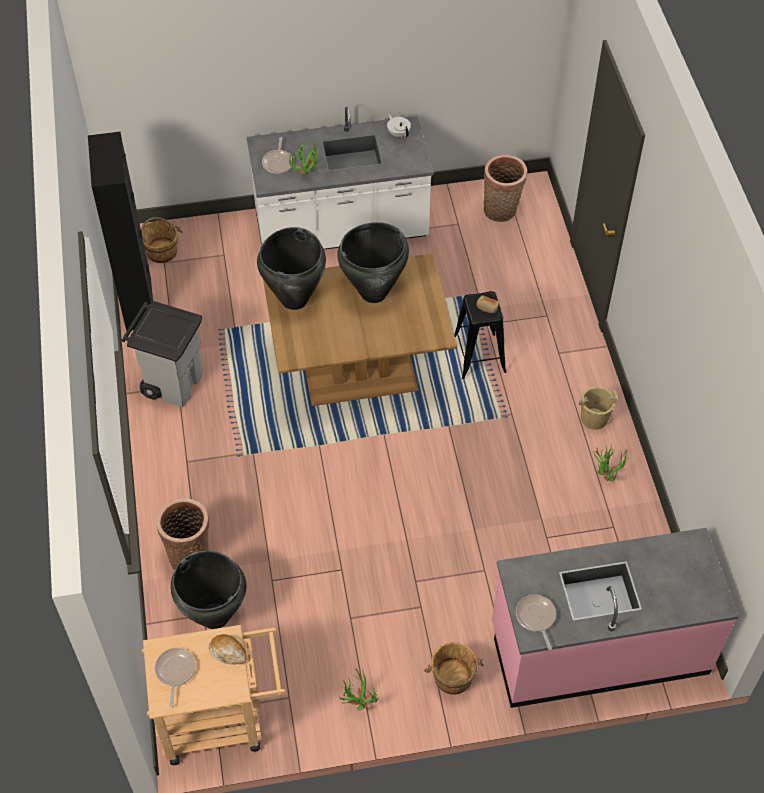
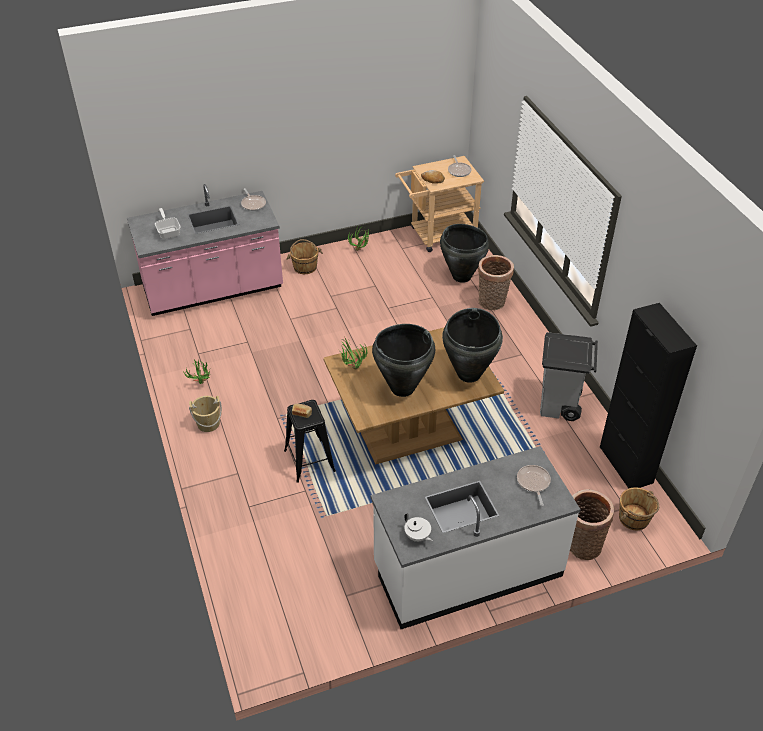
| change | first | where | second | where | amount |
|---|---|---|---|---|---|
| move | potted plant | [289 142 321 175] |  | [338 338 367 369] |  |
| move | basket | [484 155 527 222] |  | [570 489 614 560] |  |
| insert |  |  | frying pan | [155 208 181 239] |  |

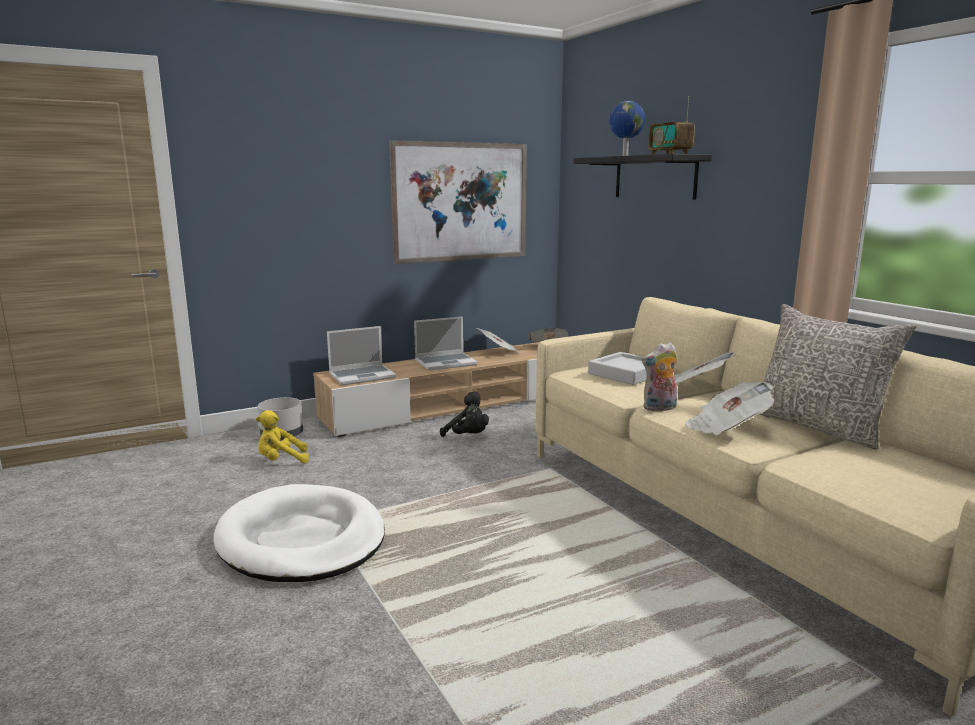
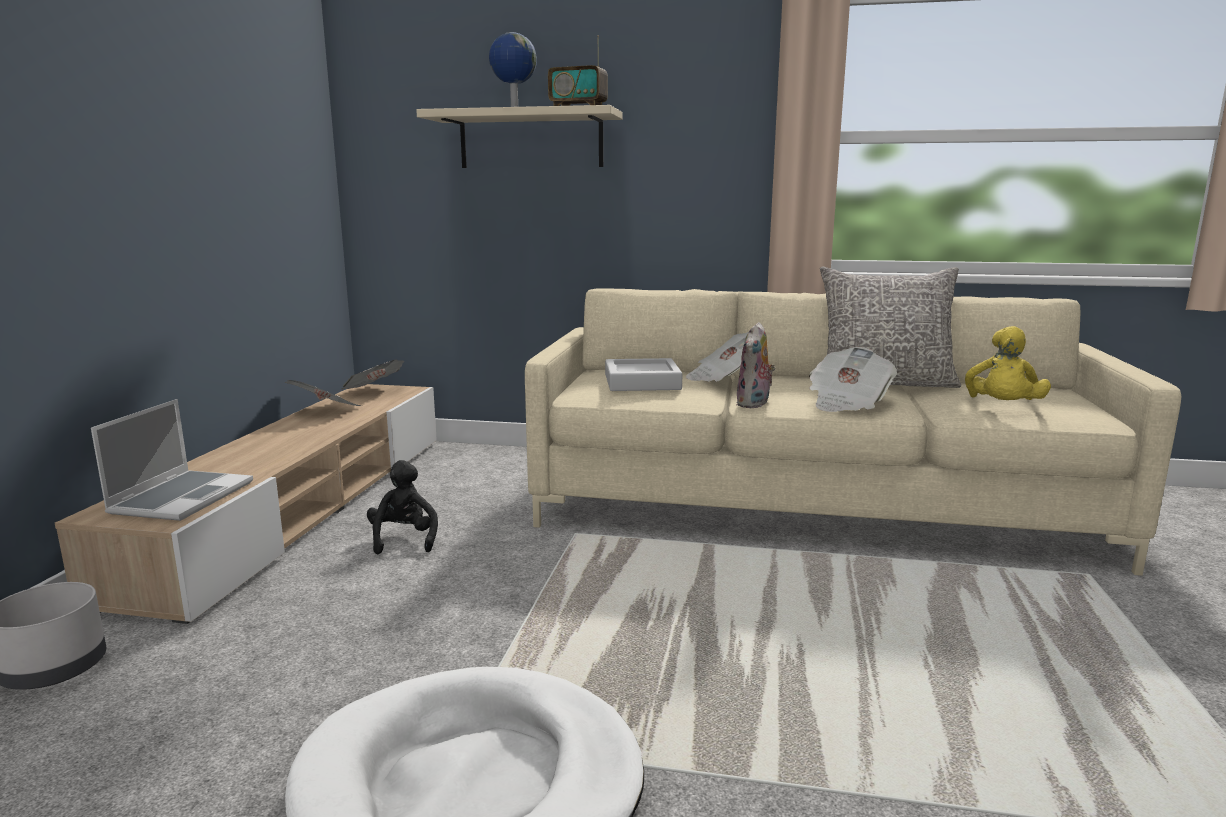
| change | first | where | second | where | amount |
|---|---|---|---|---|---|
| delete | picture | [389 140 527 264] |  |  |  |
| recolor | black shelf | [574 154 712 200] | beige shelf | [416 105 623 168] |  |
| delete | laptop | [414 316 478 371] |  |  |  |
| rotate | black plush toy | [440 392 489 437] |  | [367 460 438 554] | 90 degrees counterclockwise |
| move | yellow plush toy | [256 410 309 464] |  | [965 326 1051 400] |  |

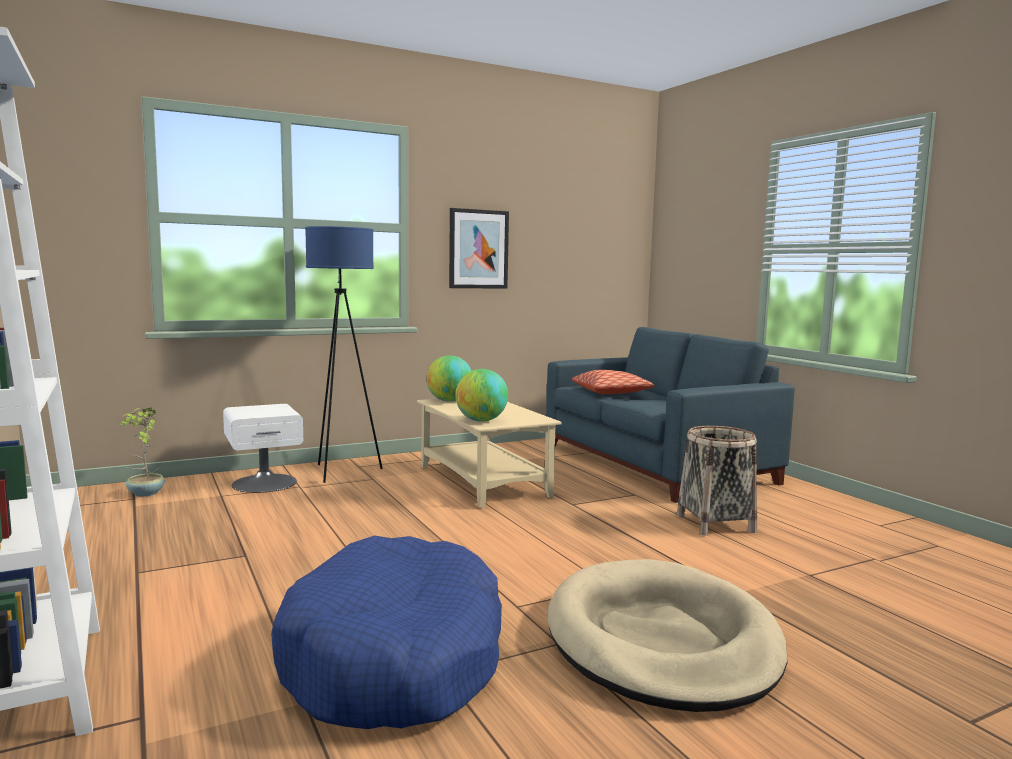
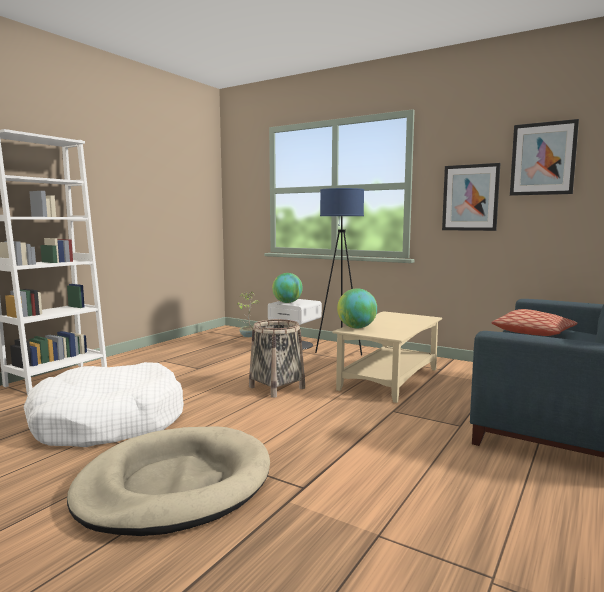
| change | first | where | second | where | amount |
|---|---|---|---|---|---|
| move | globe | [426 355 471 402] |  | [272 273 303 303] |  |
| move | basket | [677 426 757 536] |  | [249 319 305 398] |  |
| recolor | blue dog bed | [271 536 502 729] | white dog bed | [23 362 184 447] |  |
| insert |  |  | picture | [510 119 579 196] |  |

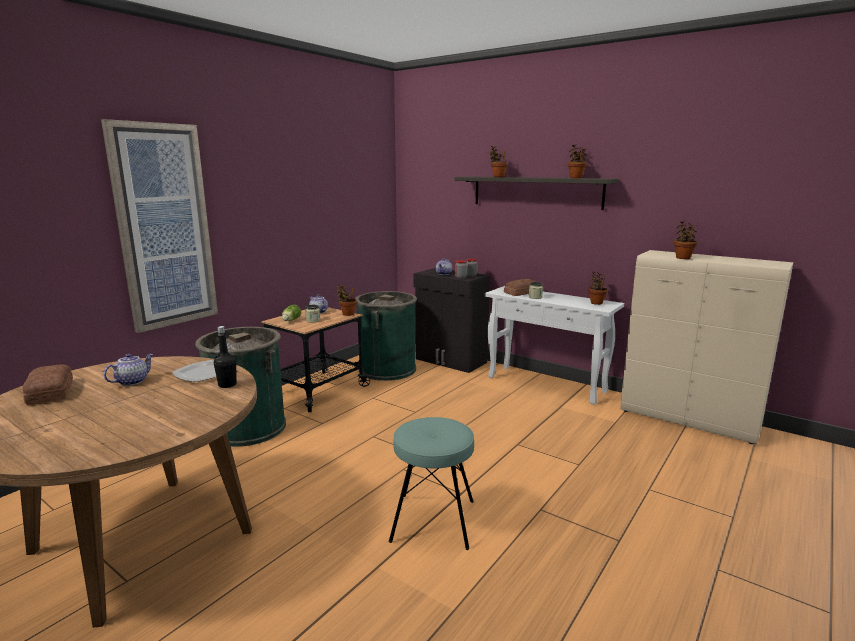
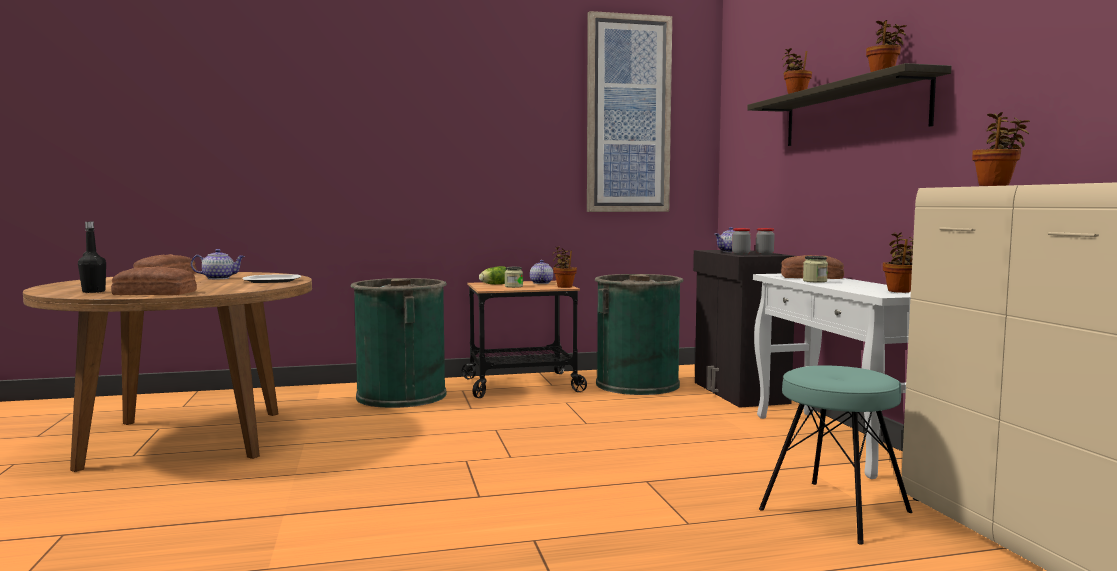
| change | first | where | second | where | amount |
|---|---|---|---|---|---|
| move | picture | [101 119 218 333] |  | [587 11 672 212] |  |
| move | black bottle | [214 326 237 388] |  | [78 222 106 293] |  |
| move | turquoise stool | [389 417 474 550] |  | [759 366 913 545] |  |
| insert |  |  | bread | [111 266 197 295] |  |

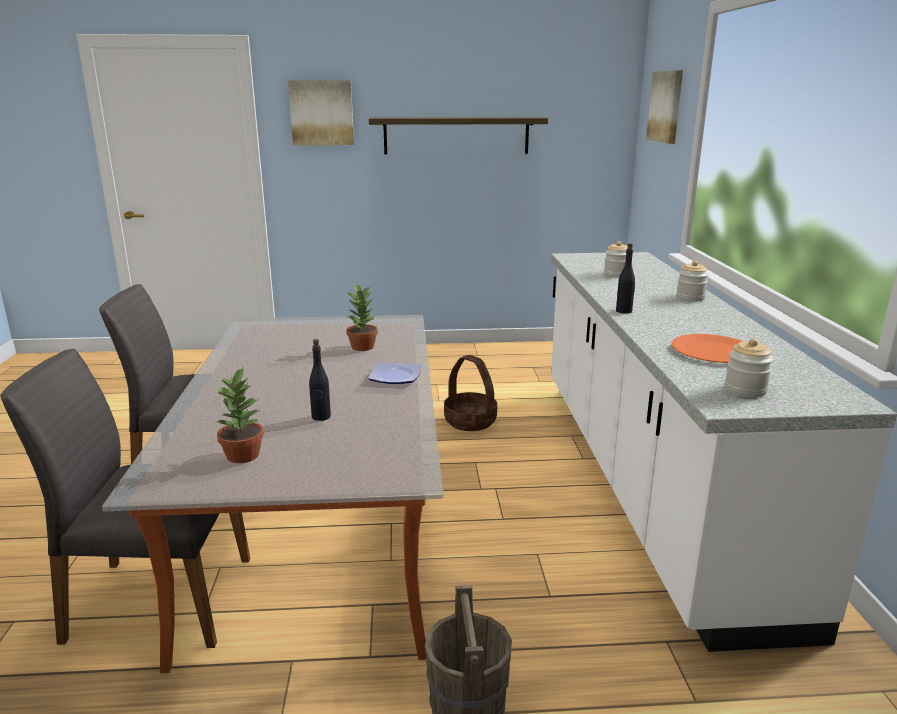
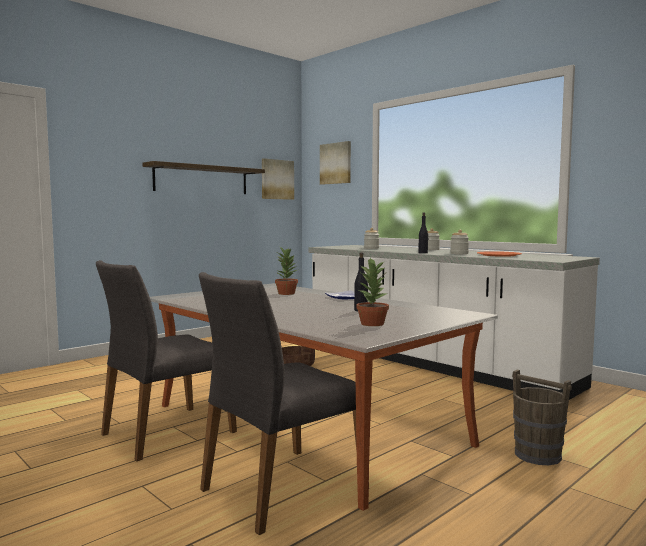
| change | first | where | second | where | amount |
|---|---|---|---|---|---|
| move | picture | [288 80 354 145] |  | [262 158 294 200] |  |
| move | jar | [725 338 773 398] |  | [450 230 469 254] |  |

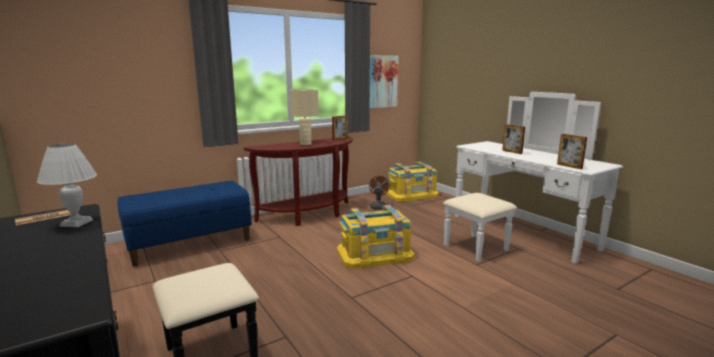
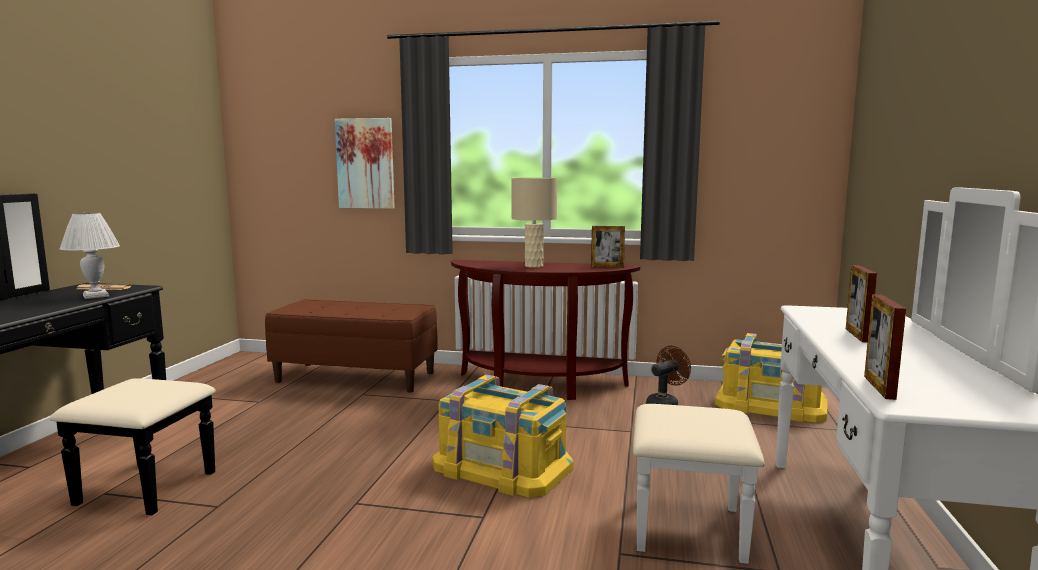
| change | first | where | second | where | amount |
|---|---|---|---|---|---|
| move | picture | [370 55 399 108] |  | [335 118 395 209] |  |
| recolor | blue bench | [118 181 252 266] | brown bench | [265 300 438 392] |  |

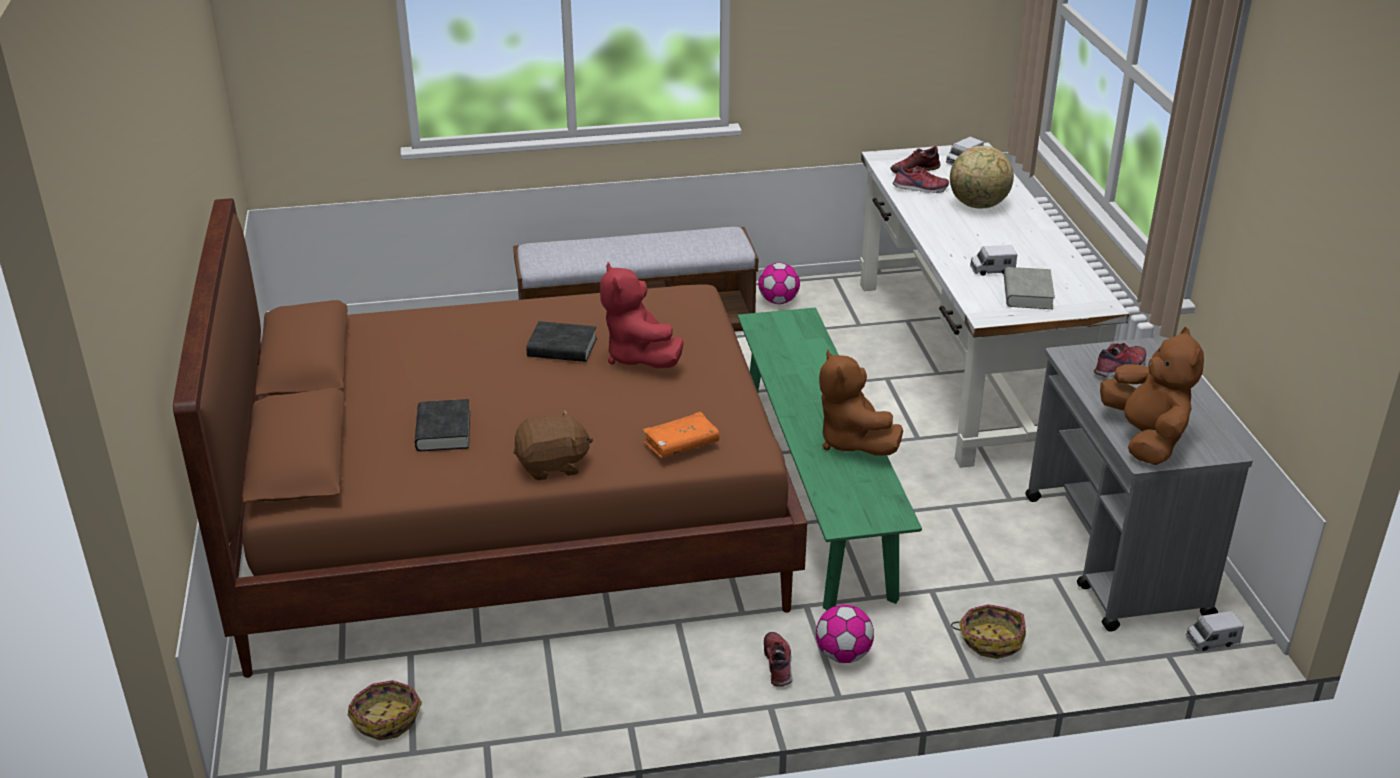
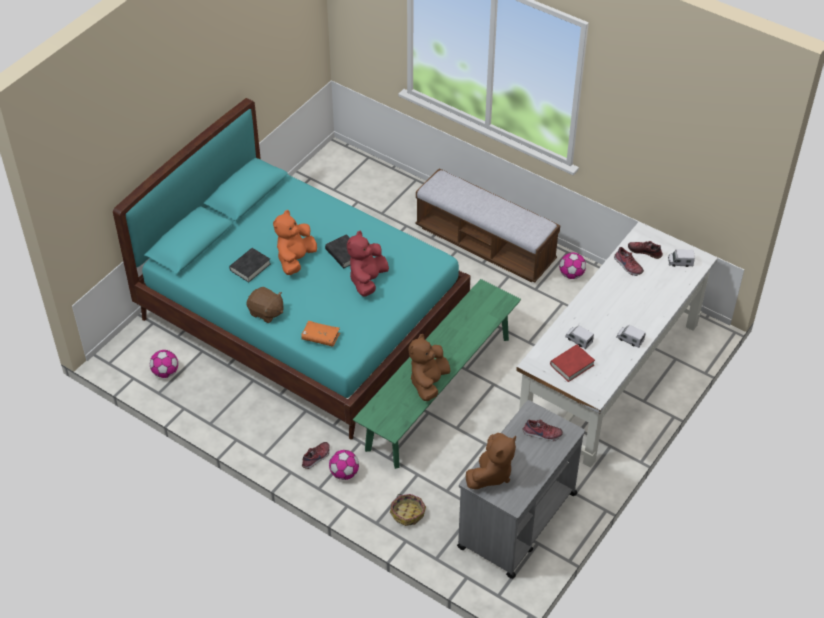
| change | first | where | second | where | amount |
|---|---|---|---|---|---|
| delete | globe | [950 146 1014 209] |  |  |  |
| recolor | brown bed | [173 198 807 678] | turquoise bed | [113 98 471 440] |  |
| recolor | grey book | [1004 267 1055 309] | red book | [550 344 595 382] |  |
| move | toy truck | [1186 611 1244 651] |  | [616 325 646 348] |  |
| replace | basket | [348 680 422 740] | football | [150 350 178 378] |  |
| insert |  |  | orange plush toy | [273 210 317 275] |  |

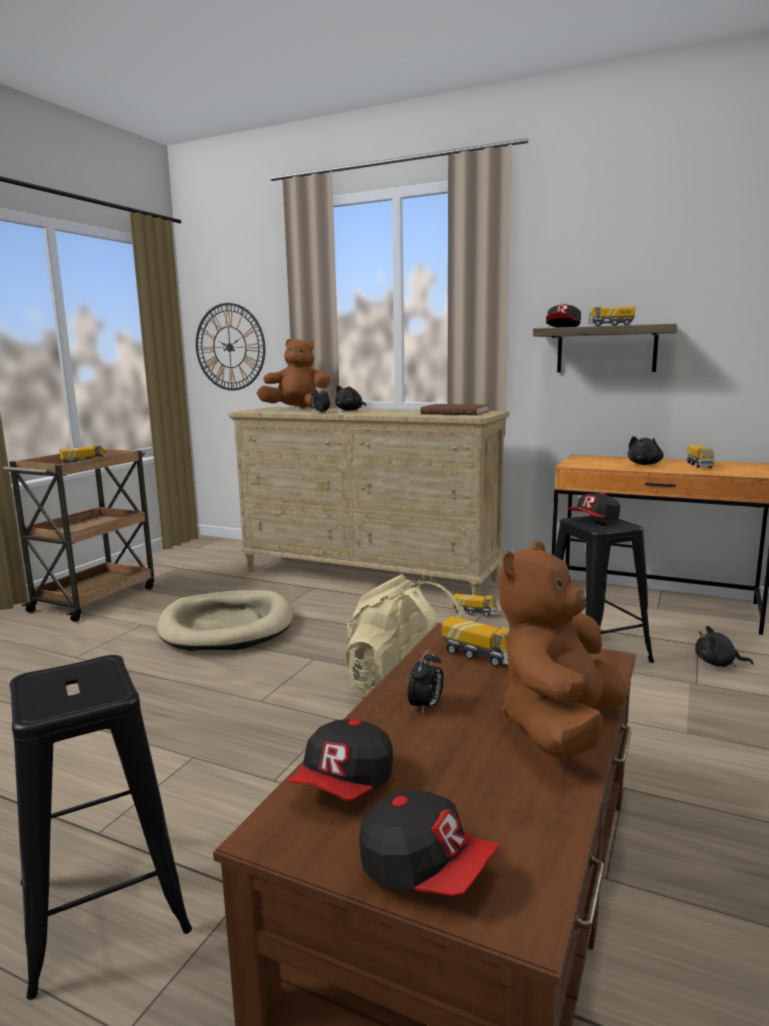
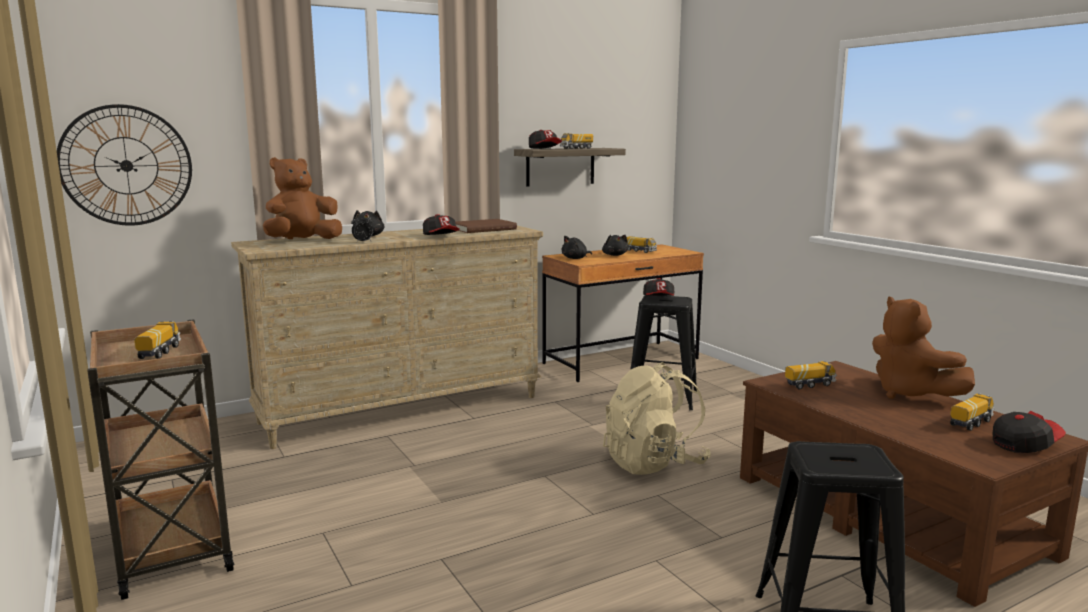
| change | first | where | second | where | amount |
|---|---|---|---|---|---|
| delete | beige dog bed | [157 590 293 651] |  |  |  |
| move | toy truck | [453 593 497 617] |  | [950 393 995 431] |  |
| move | black plush toy | [695 626 753 667] |  | [562 236 592 259] |  |
| delete | alarm clock | [408 649 443 714] |  |  |  |
| move | cap | [289 719 393 801] |  | [423 214 460 235] |  |

